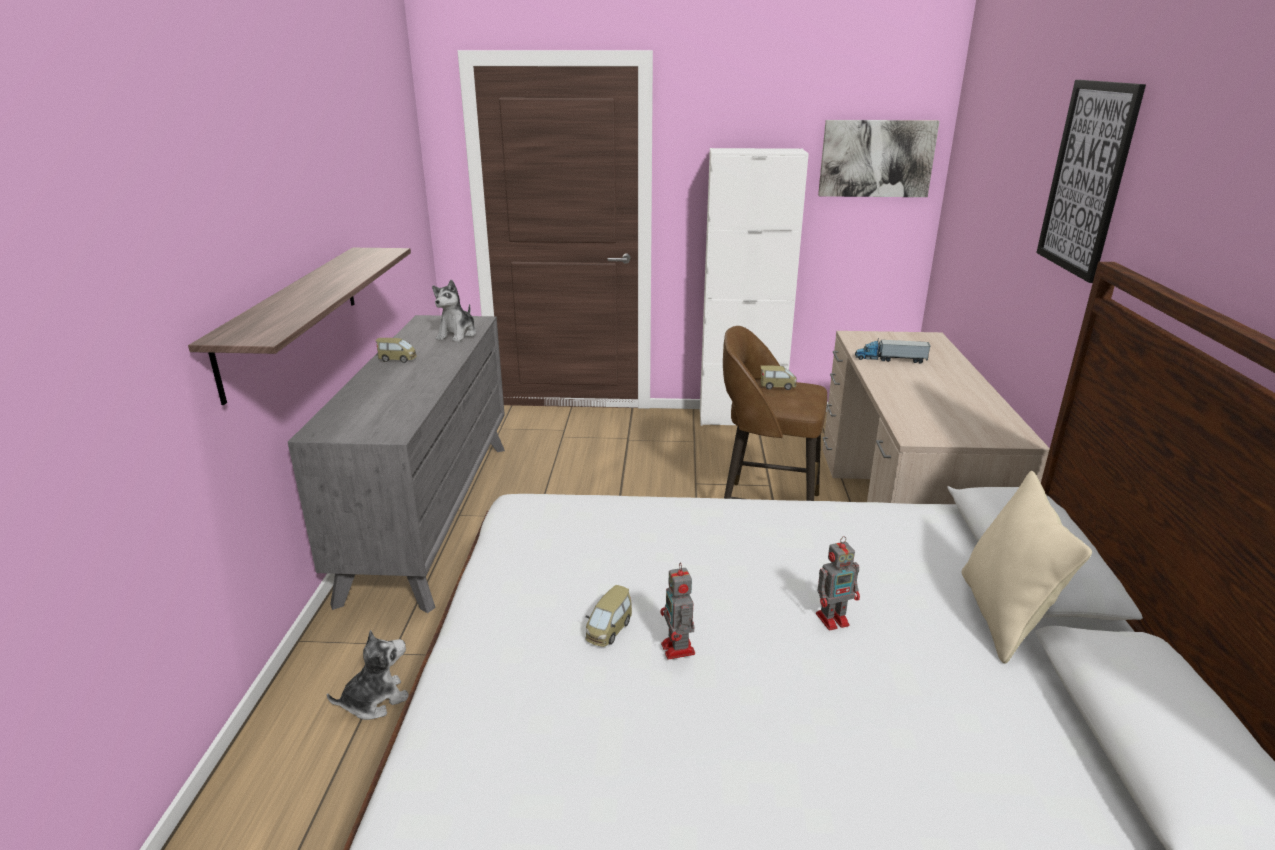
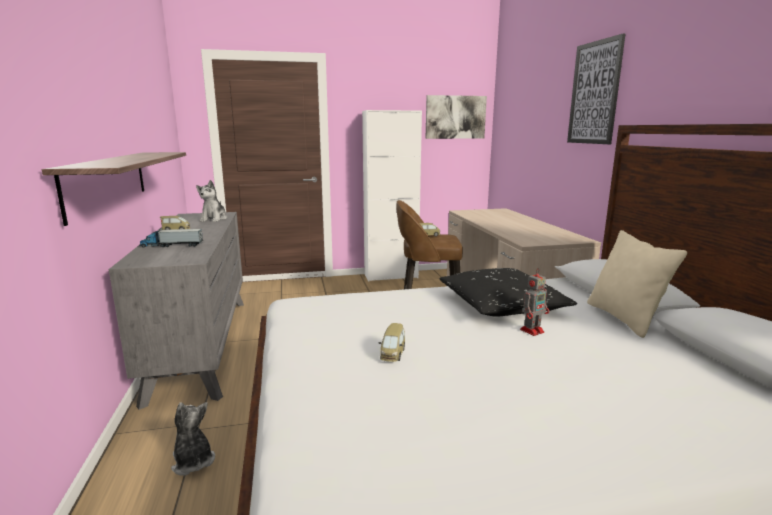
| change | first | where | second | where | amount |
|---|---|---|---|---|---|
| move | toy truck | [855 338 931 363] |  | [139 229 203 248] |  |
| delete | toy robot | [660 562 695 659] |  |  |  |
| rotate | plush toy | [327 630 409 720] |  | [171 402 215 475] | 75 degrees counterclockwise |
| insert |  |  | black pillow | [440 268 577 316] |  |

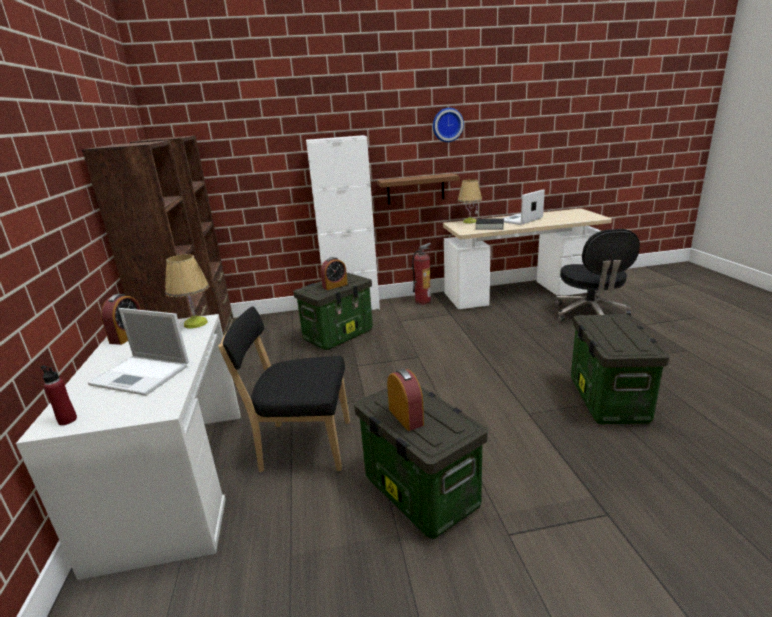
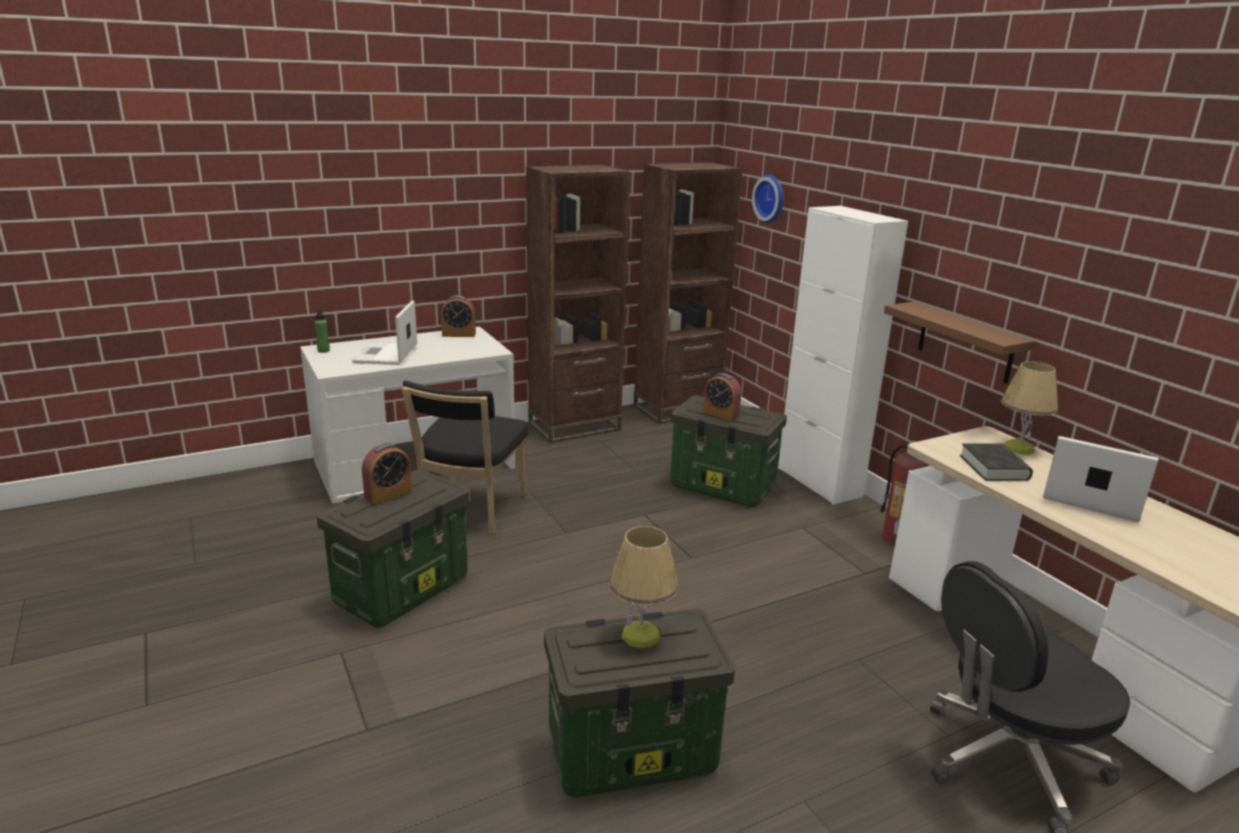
| change | first | where | second | where | amount |
|---|---|---|---|---|---|
| move | wall clock | [433 108 464 142] |  | [752 175 784 223] |  |
| move | table lamp | [165 254 209 329] |  | [609 526 679 648] |  |
| rotate | black chair | [218 306 350 472] |  | [401 381 528 534] | 150 degrees counterclockwise |
| recolor | red bottle | [41 366 77 425] | green bottle | [315 308 330 353] |  |

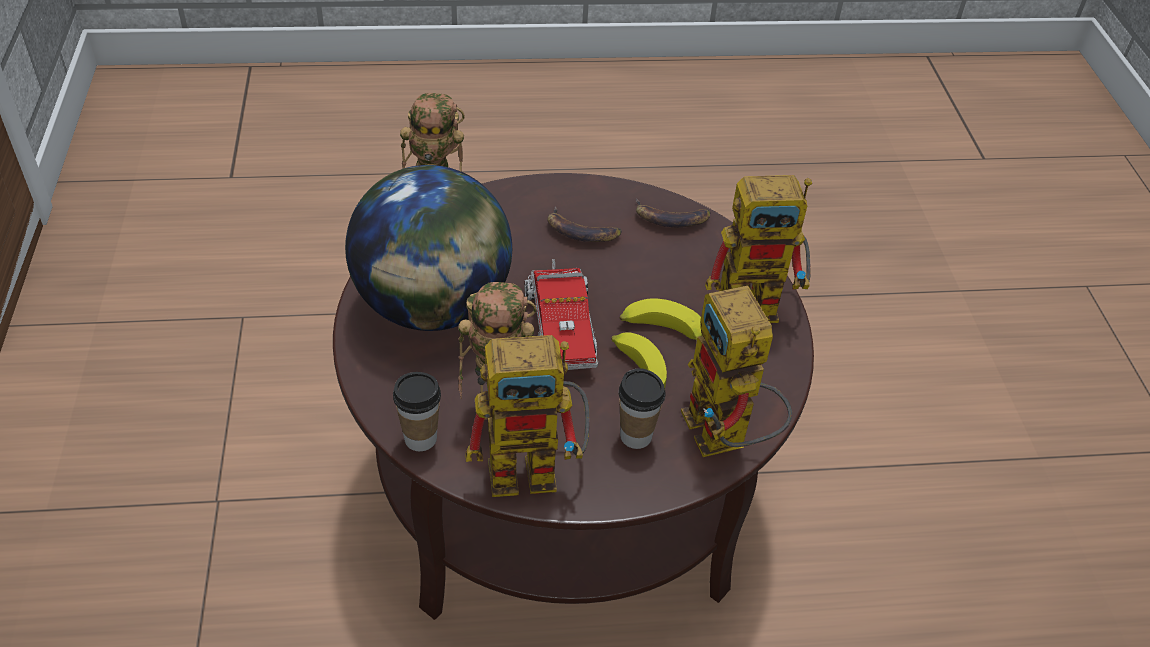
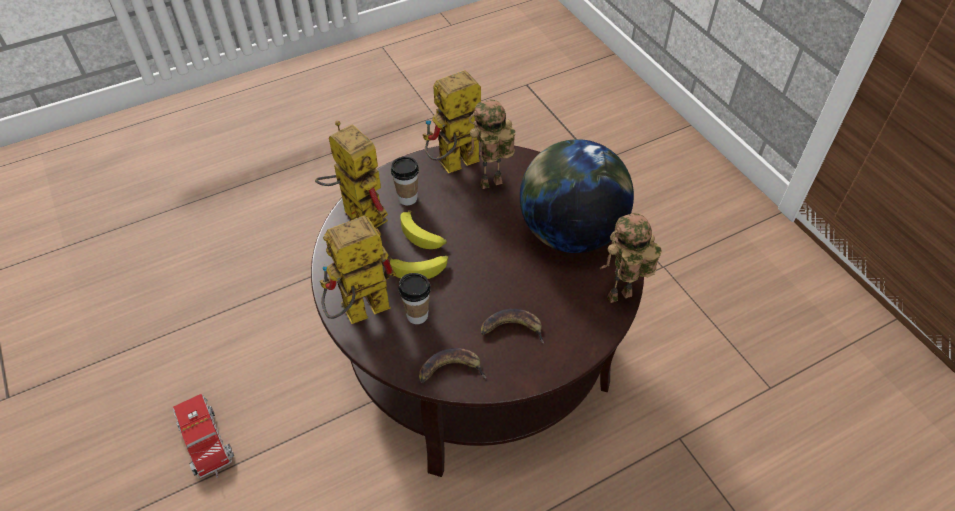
| change | first | where | second | where | amount |
|---|---|---|---|---|---|
| move | toy truck | [524 259 599 370] |  | [173 394 234 479] |  |
| move | cup | [393 372 441 452] |  | [399 273 431 324] |  |

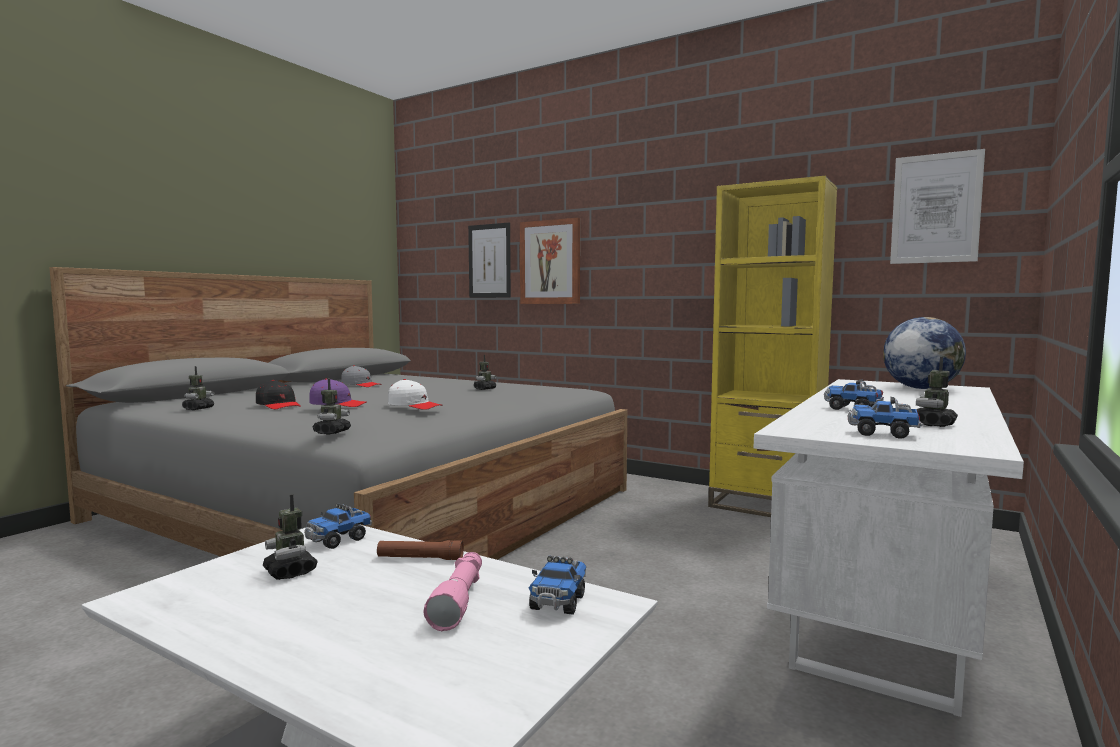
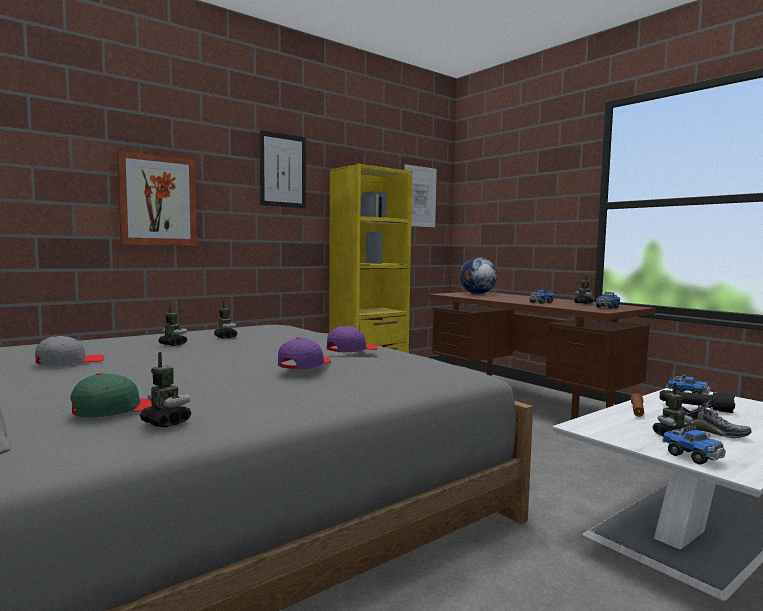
| change | first | where | second | where | amount |
|---|---|---|---|---|---|
| move | picture | [468 222 511 298] |  | [260 130 306 208] |  |
| move | toy robot | [313 379 351 435] |  | [158 305 187 346] |  |
| recolor | white cap | [388 379 442 410] | purple cap | [327 325 378 352] |  |
| recolor | white desk | [754 379 1024 717] | brown desk | [428 292 655 420] |  |
| delete | black cap | [256 380 300 409] |  |  |  |
| move | toy truck | [304 503 372 549] |  | [662 425 726 465] |  |
| recolor | pink flashlight | [424 552 482 631] | black flashlight | [660 390 735 413] |  |
| insert |  |  | green cap | [70 373 152 417] |  |
| insert |  |  | shoe | [680 399 752 438] |  |

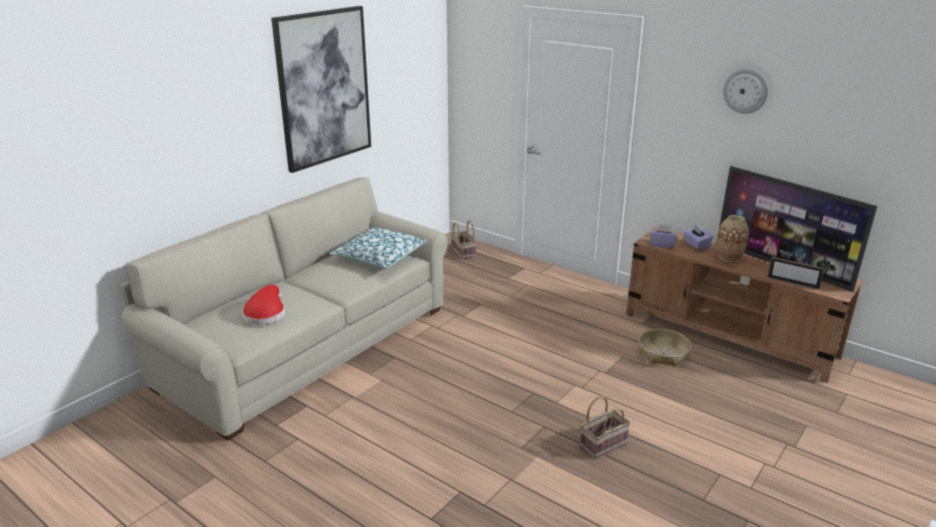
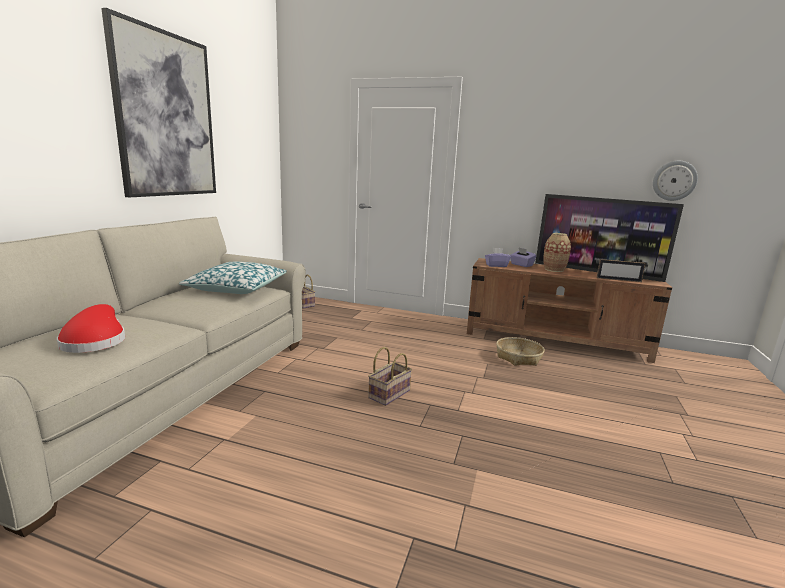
| change | first | where | second | where | amount |
|---|---|---|---|---|---|
| move | wall clock | [723 69 768 114] |  | [653 161 698 201] |  |
| move | basket | [579 396 631 459] |  | [368 347 412 406] |  |

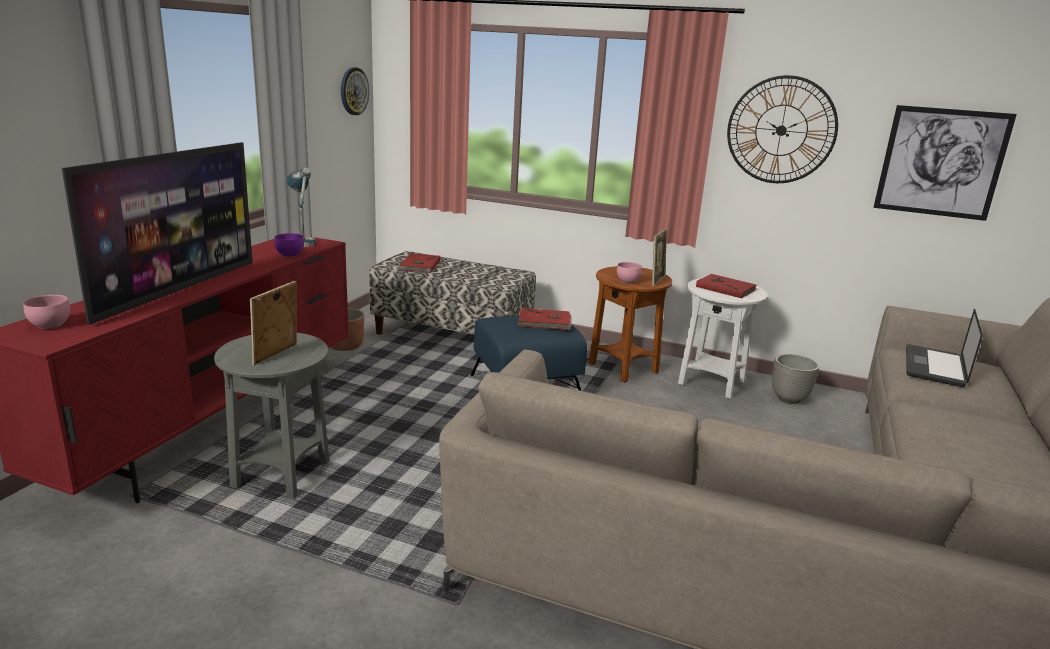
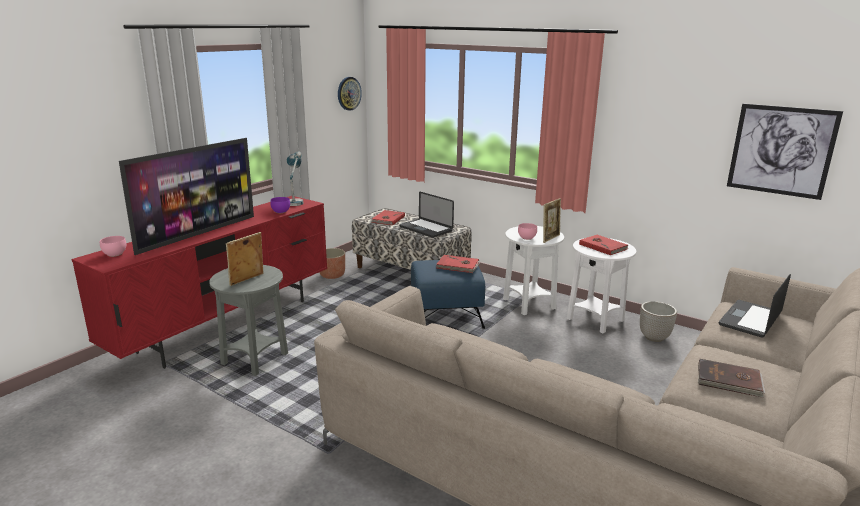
| change | first | where | second | where | amount |
|---|---|---|---|---|---|
| delete | wall clock | [727 75 838 183] |  |  |  |
| recolor | brown side table | [588 266 672 383] | white side table | [503 226 564 315] |  |
| insert |  |  | laptop | [399 192 454 238] |  |
| insert |  |  | brown book | [698 359 765 398] |  |

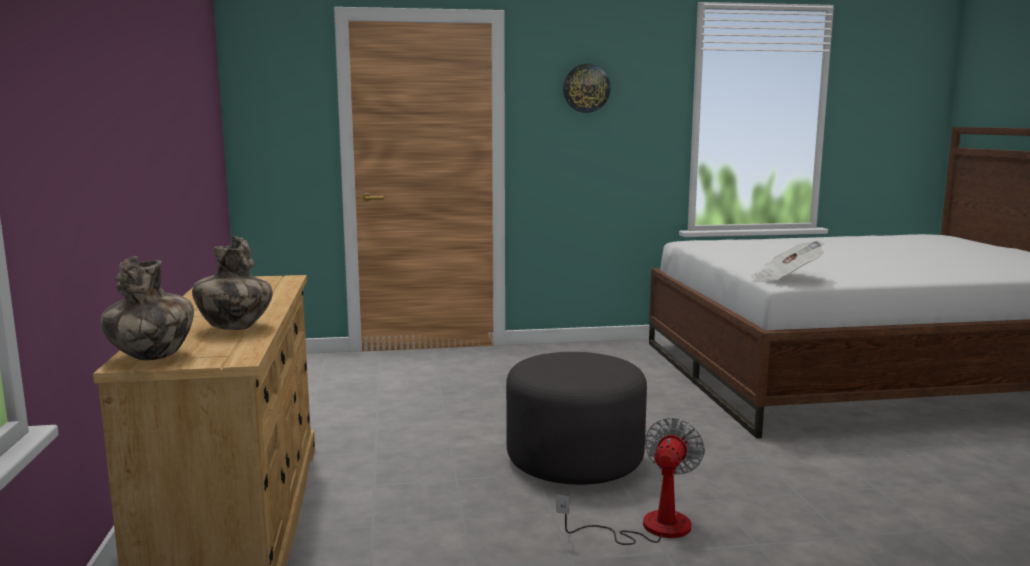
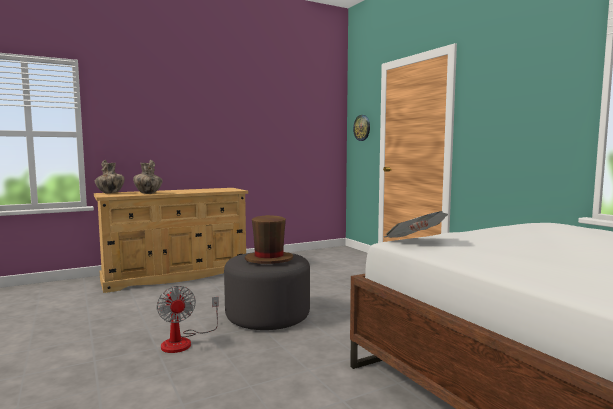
| change | first | where | second | where | amount |
|---|---|---|---|---|---|
| move | wall clock | [563 64 611 113] |  | [353 115 370 141] |  |
| rotate | fan | [556 417 705 545] |  | [157 286 219 353] | 60 degrees clockwise |
| insert |  |  | brown hat | [245 215 293 264] |  |

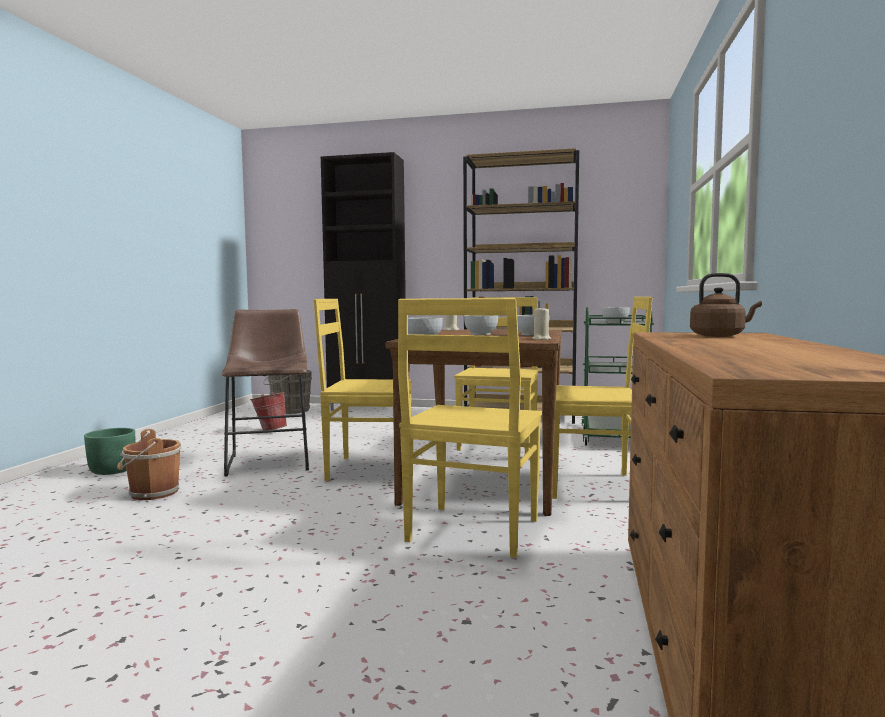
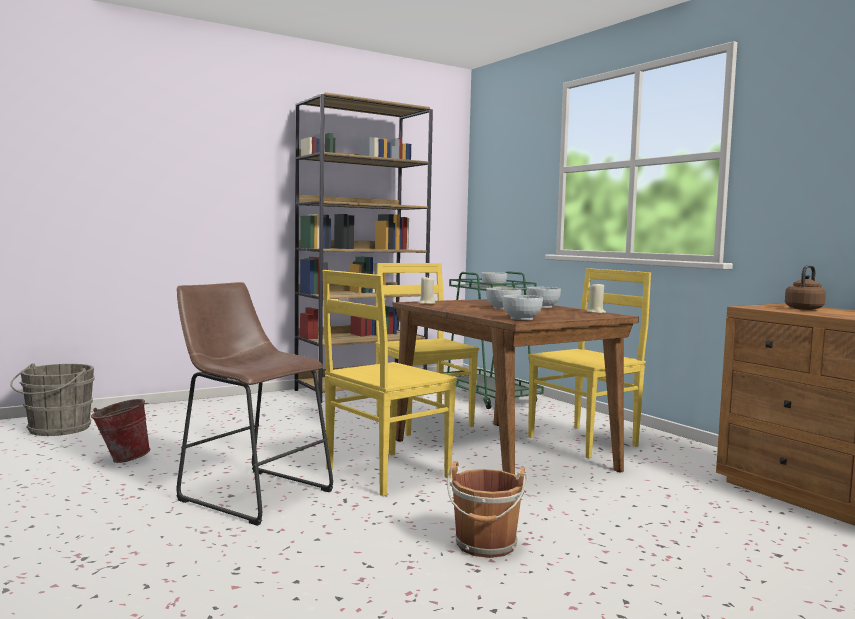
| change | first | where | second | where | amount |
|---|---|---|---|---|---|
| delete | black cabinet | [321 152 406 411] |  |  |  |
| delete | yellow chair | [398 298 542 558] |  |  |  |
| delete | green planter | [84 428 136 475] |  |  |  |
| move | brown bucket | [117 429 181 500] |  | [447 461 528 558] |  |

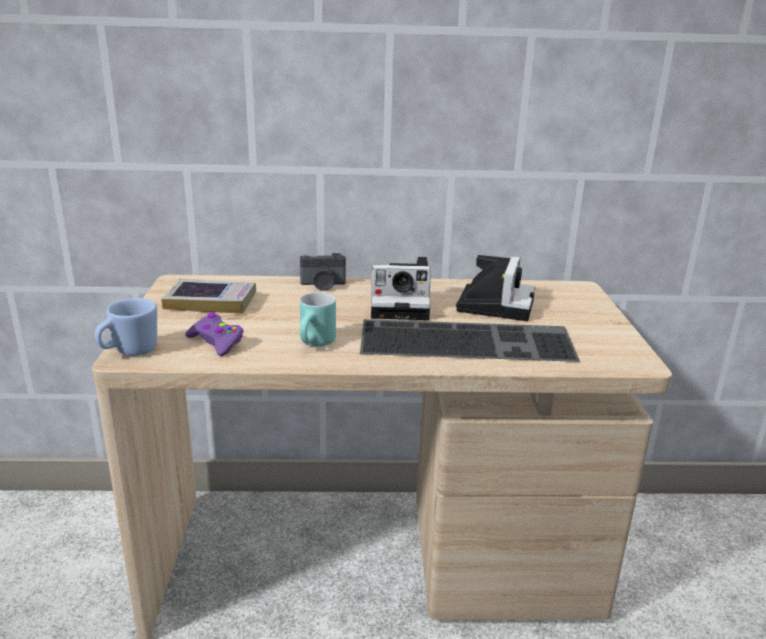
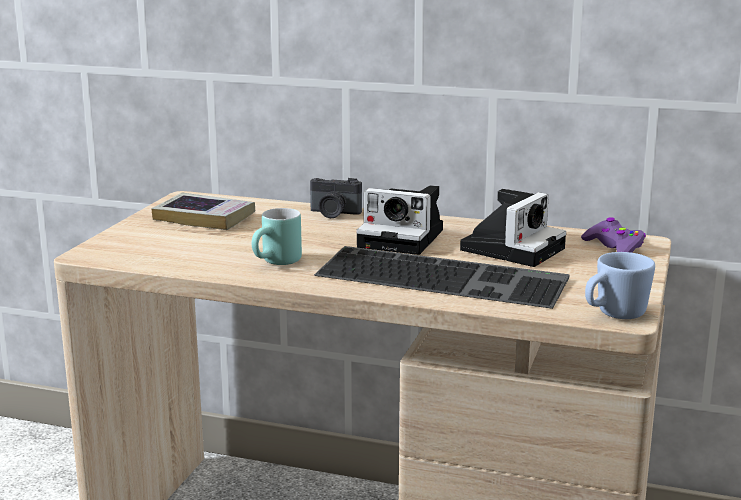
| change | first | where | second | where | amount |
|---|---|---|---|---|---|
| move | blue mug | [94 298 157 356] |  | [585 252 655 319] |  |
| move | purple game controller | [185 313 244 356] |  | [581 217 646 253] |  |

